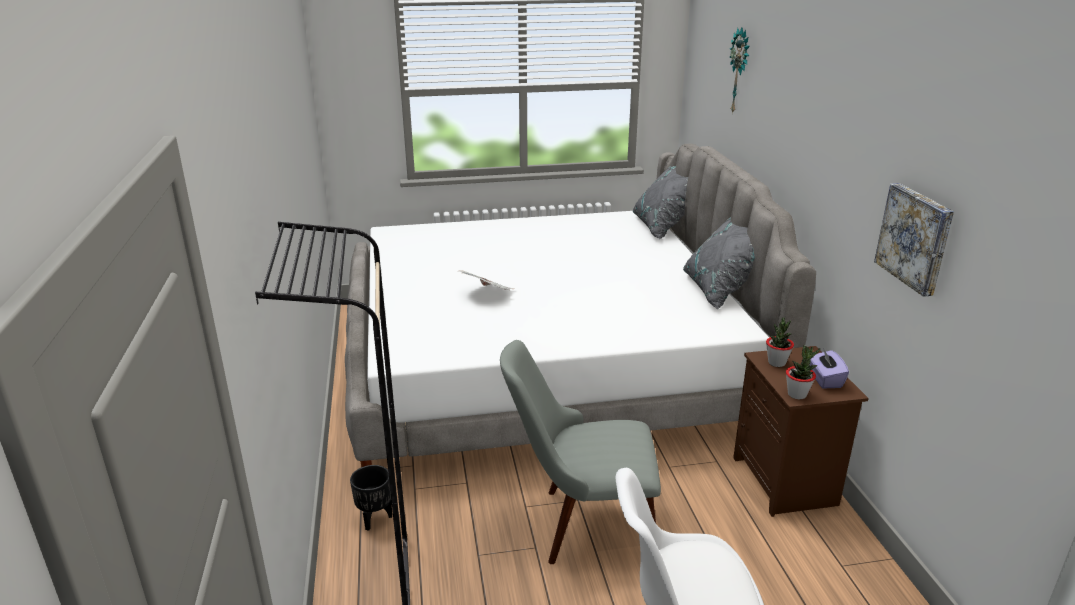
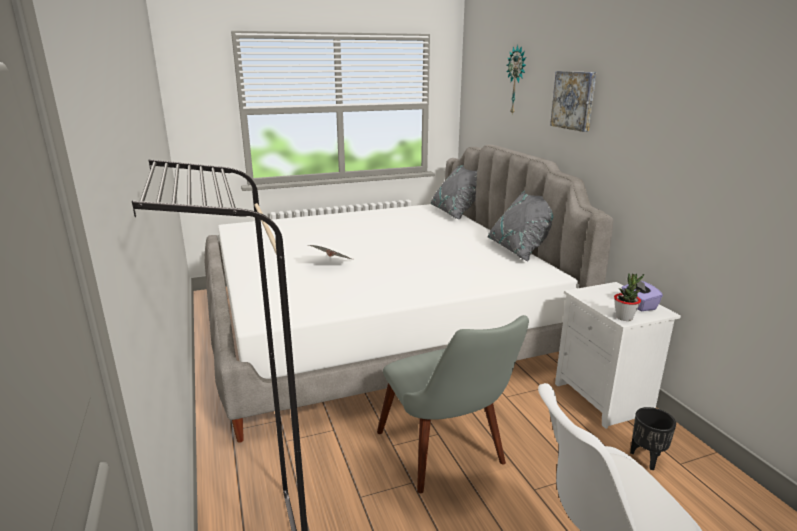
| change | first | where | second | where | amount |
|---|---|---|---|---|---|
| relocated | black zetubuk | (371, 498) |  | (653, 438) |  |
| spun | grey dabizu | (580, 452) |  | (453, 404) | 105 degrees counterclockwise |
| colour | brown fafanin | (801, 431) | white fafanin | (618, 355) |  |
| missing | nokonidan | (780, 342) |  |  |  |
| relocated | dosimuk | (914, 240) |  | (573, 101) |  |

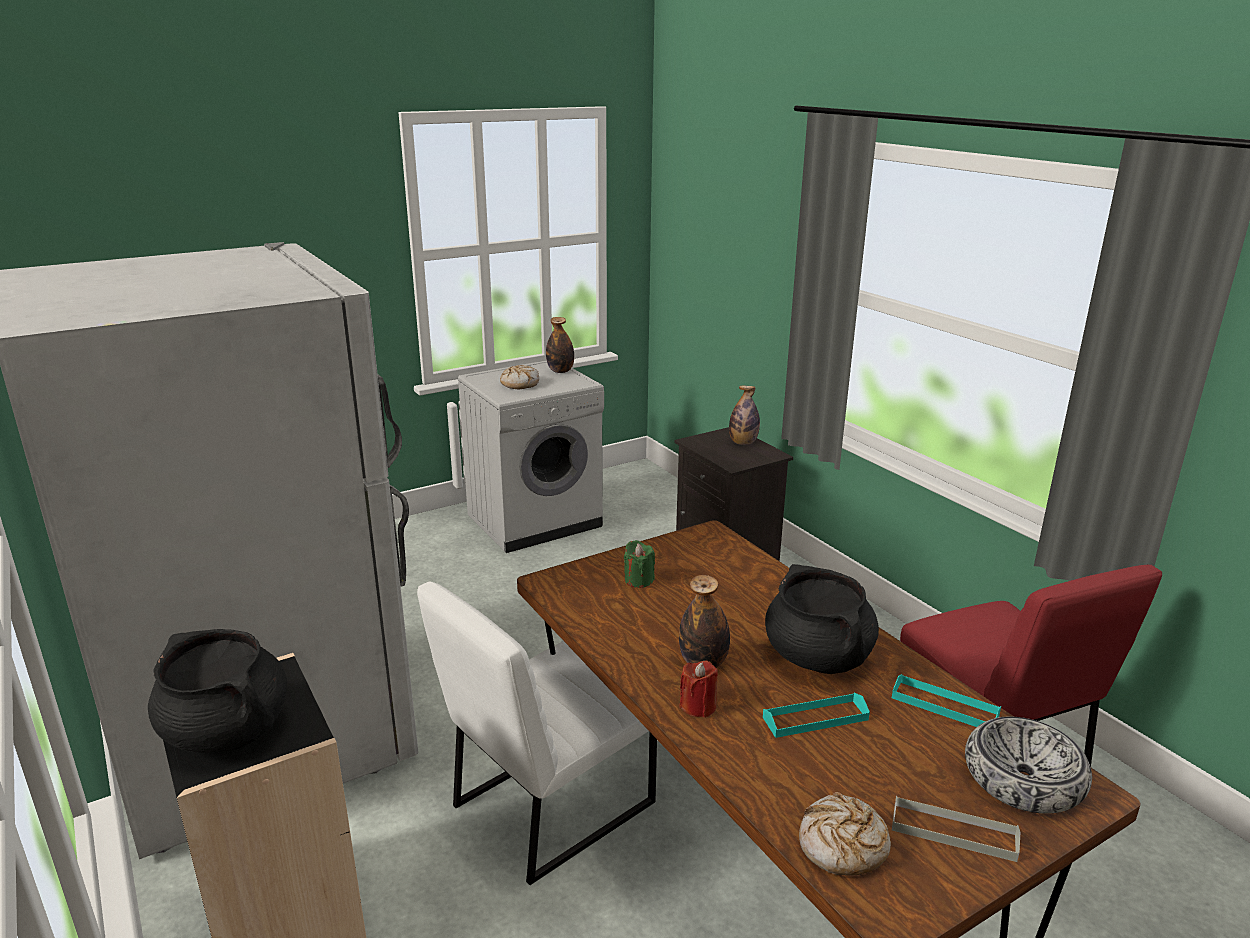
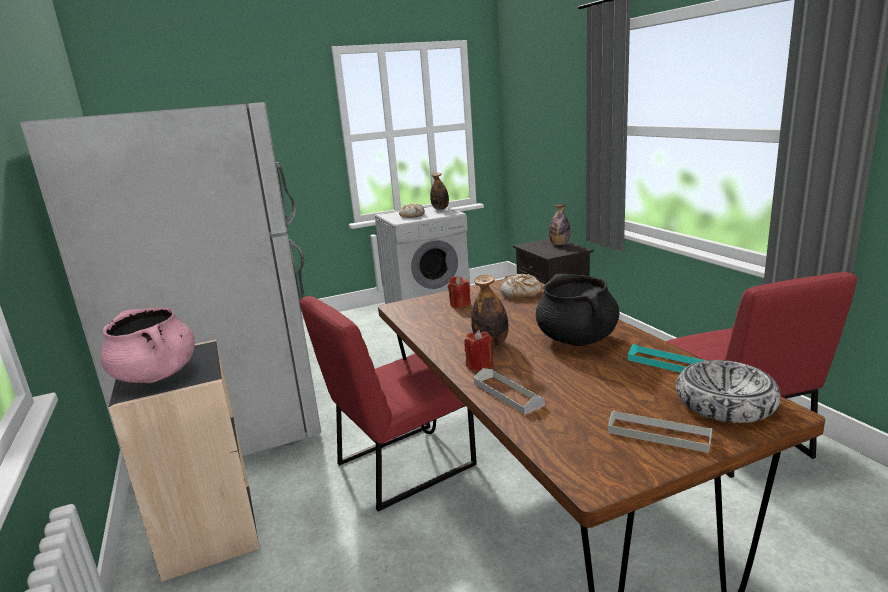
| change | first | where | second | where | amount |
|---|---|---|---|---|---|
| colour | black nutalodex | (217, 691) | pink nutalodex | (147, 345) |  |
| colour | white dabizu | (537, 733) | red dabizu | (388, 403) |  |
| colour | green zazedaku | (639, 564) | red zazedaku | (459, 292) |  |
| missing | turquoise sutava | (816, 715) |  |  |  |
| relocated | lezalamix | (845, 833) |  | (520, 286) |  |
| appeared |  |  | grey sutava | (509, 391) |  |

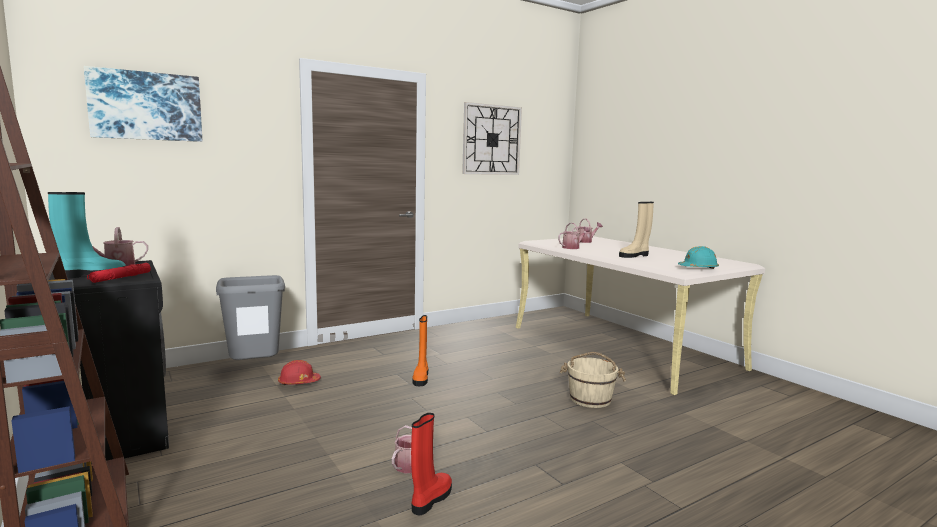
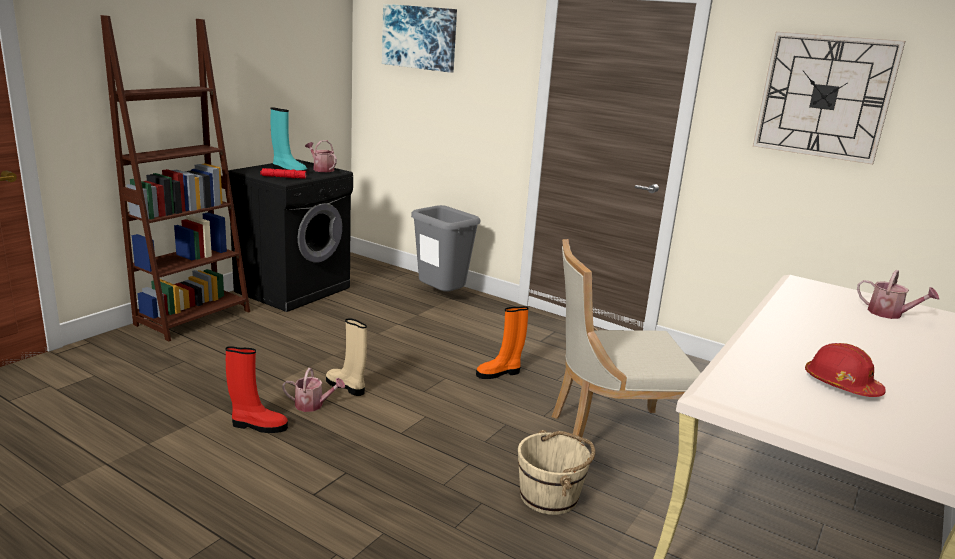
| change | first | where | second | where | amount |
|---|---|---|---|---|---|
| relocated | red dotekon | (299, 372) |  | (845, 370) |  |
| missing | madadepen | (574, 236) |  |  |  |
| relocated | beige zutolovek | (636, 230) |  | (346, 357) |  |
| missing | turquoise dotekon | (698, 257) |  |  |  |
| appeared |  |  | beige dabizu | (626, 340) |  |

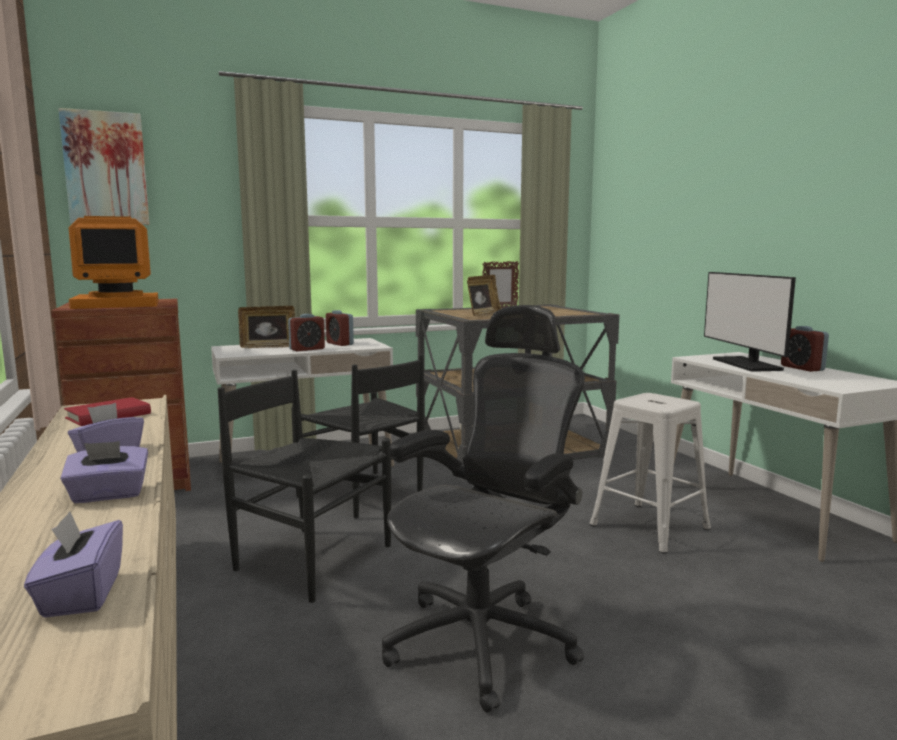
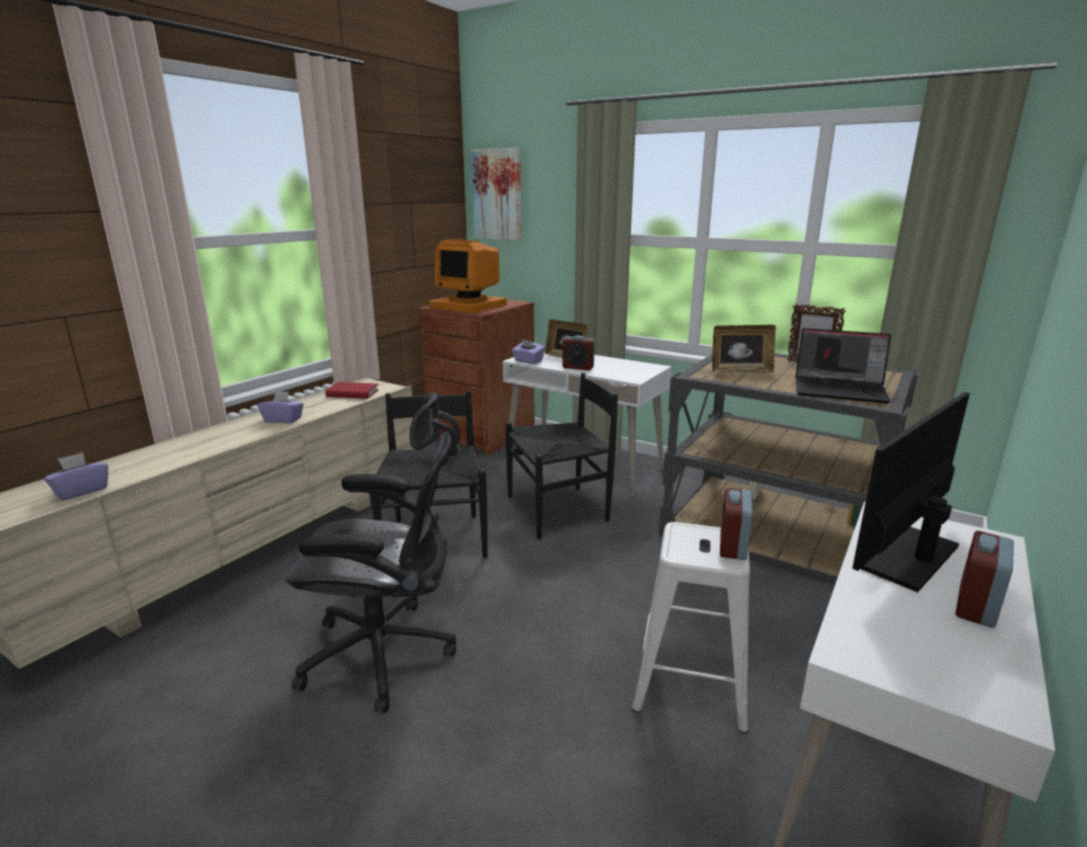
| change | first | where | second | where | amount |
|---|---|---|---|---|---|
| relocated | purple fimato | (104, 472) |  | (528, 351) |  |
| spun | black dabizu | (358, 436) |  | (562, 456) | 120 degrees counterclockwise |
| relocated | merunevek | (340, 328) |  | (736, 524) |  |
| appeared |  |  | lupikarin | (843, 365) |  |

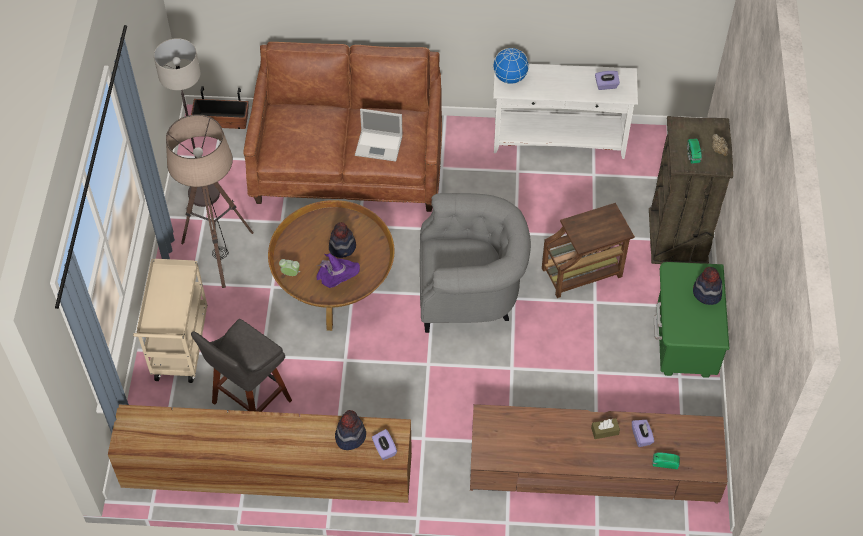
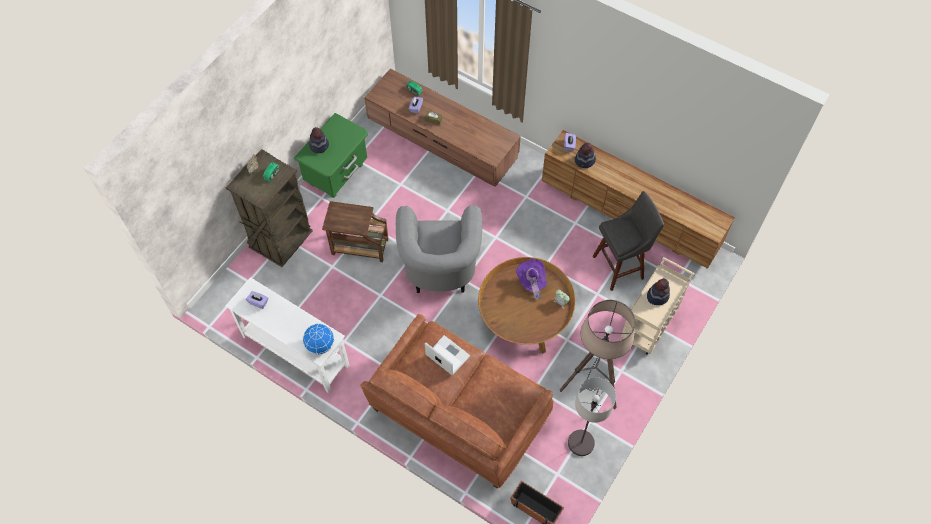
| change | first | where | second | where | amount |
|---|---|---|---|---|---|
| relocated | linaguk | (342, 240) |  | (658, 291) |  |
| spun | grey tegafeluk | (475, 263) |  | (439, 249) | 120 degrees counterclockwise |

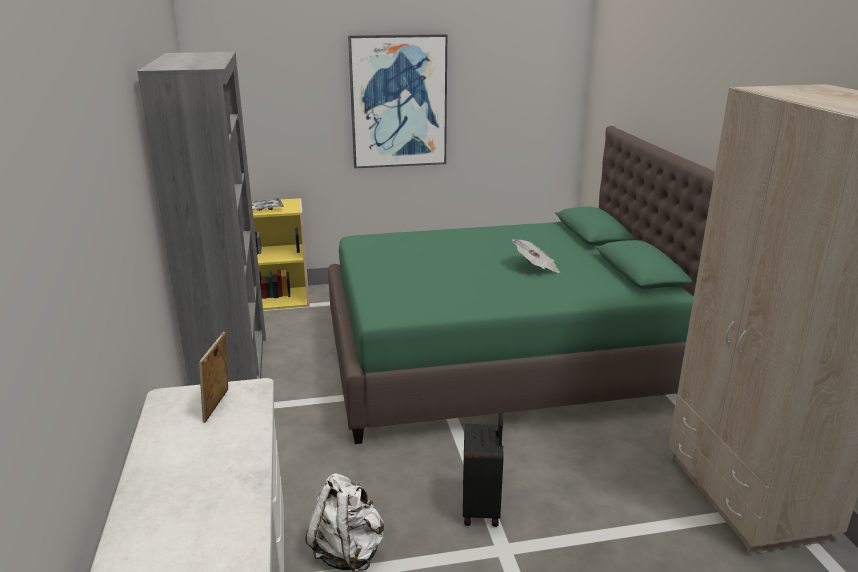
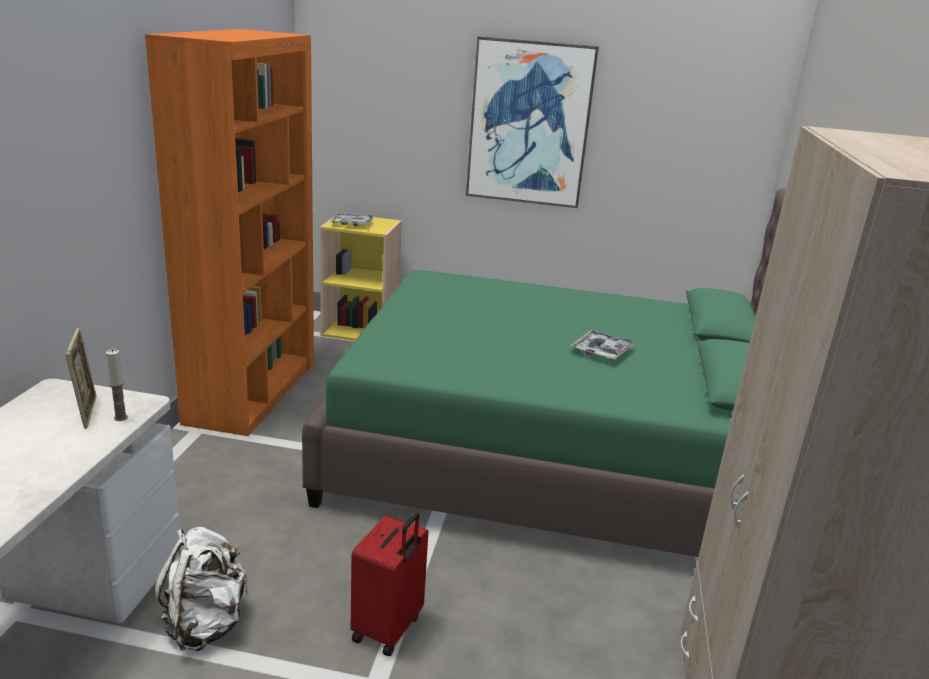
| change | first | where | second | where | amount |
|---|---|---|---|---|---|
| colour | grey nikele | (201, 219) | orange nikele | (229, 232) |  |
| spun | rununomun | (213, 377) |  | (81, 378) | 135 degrees clockwise |
| colour | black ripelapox | (483, 469) | red ripelapox | (389, 584) |  |
| exchanged | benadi | (536, 256) | sutava | (603, 345) |  |
| appeared |  |  | zazedaku | (117, 385) |  |

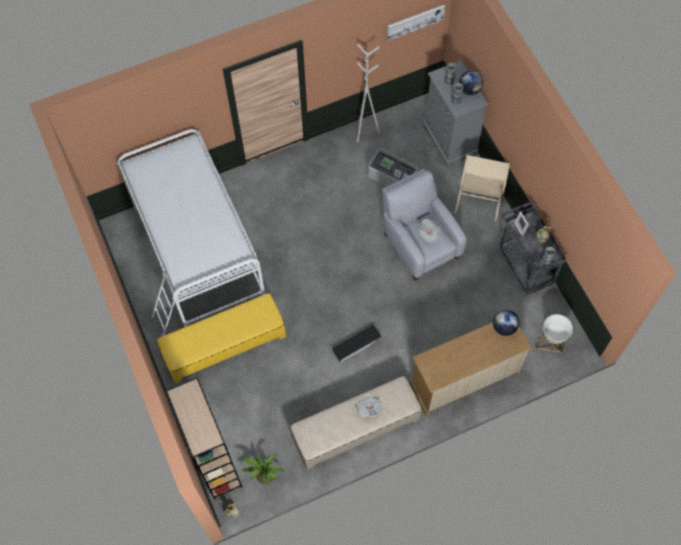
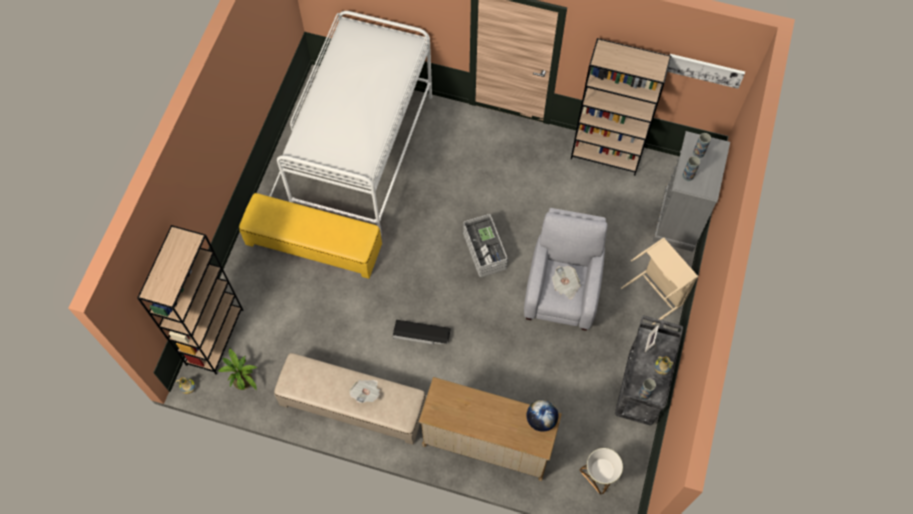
| change | first | where | second | where | amount |
|---|---|---|---|---|---|
| exchanged | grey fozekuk | (368, 93) | beige nikele | (621, 107) |  |
| relocated | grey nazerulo | (392, 167) |  | (485, 245) |  |
| missing | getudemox | (471, 83) |  |  |  |

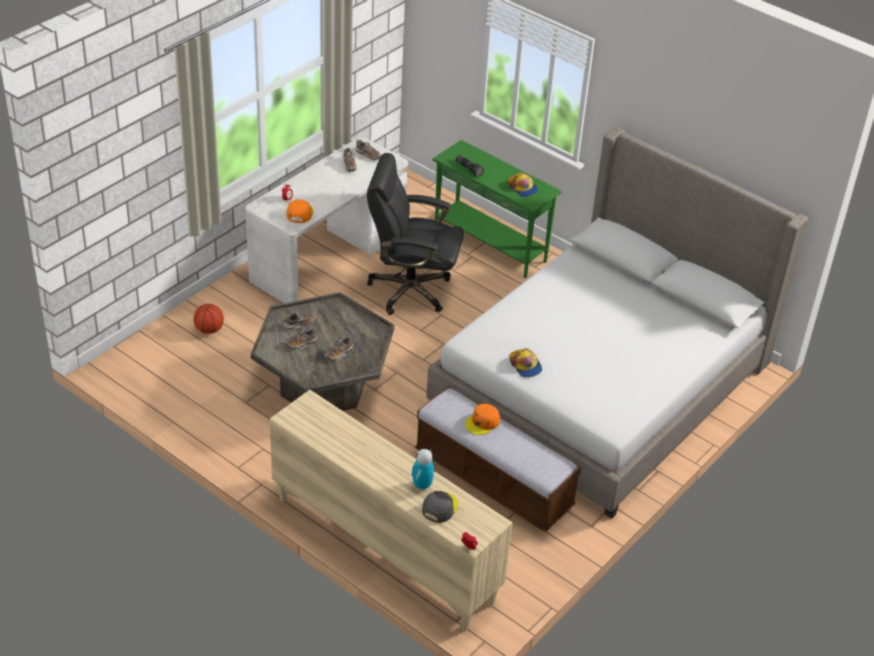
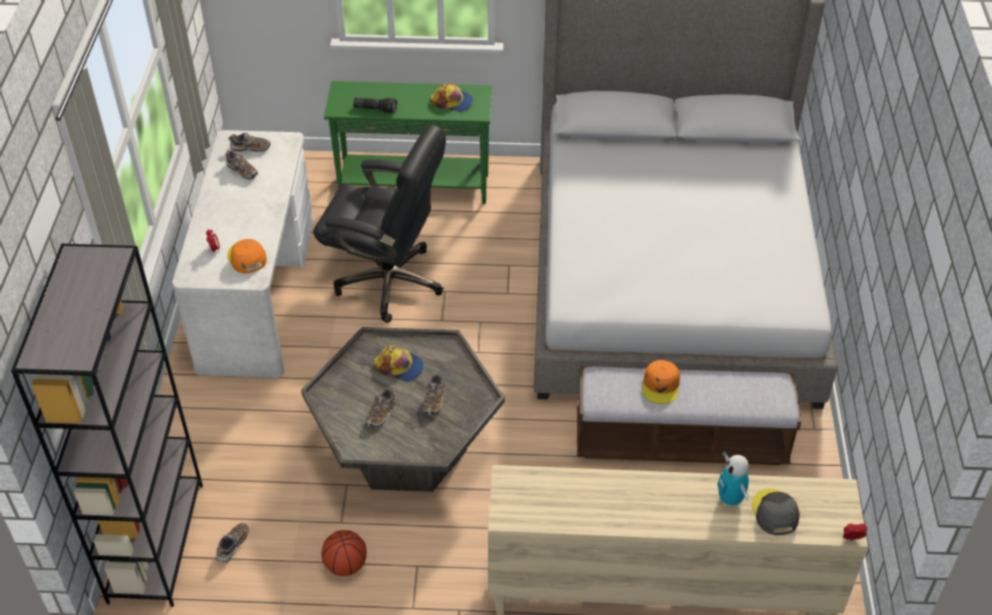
| change | first | where | second | where | amount |
|---|---|---|---|---|---|
| relocated | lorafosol | (209, 319) |  | (344, 553) |  |
| relocated | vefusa | (299, 321) |  | (232, 542) |  |
| spun | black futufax | (415, 234) |  | (379, 224) | 135 degrees counterclockwise |
| relocated | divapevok | (525, 363) |  | (399, 363) |  |
| appeared |  |  | grey nikele | (107, 425) |  |

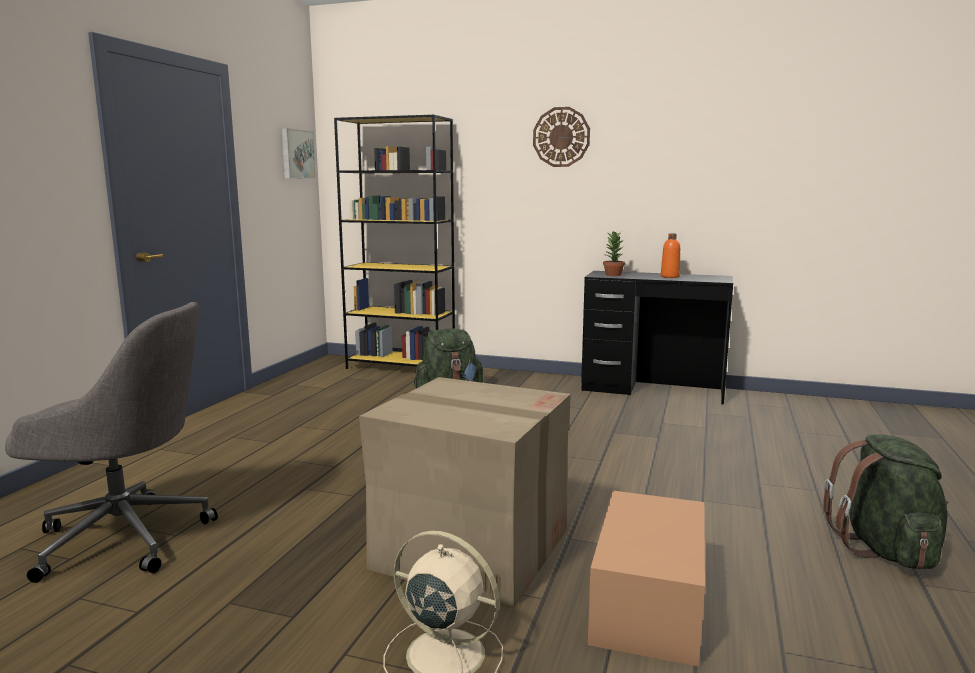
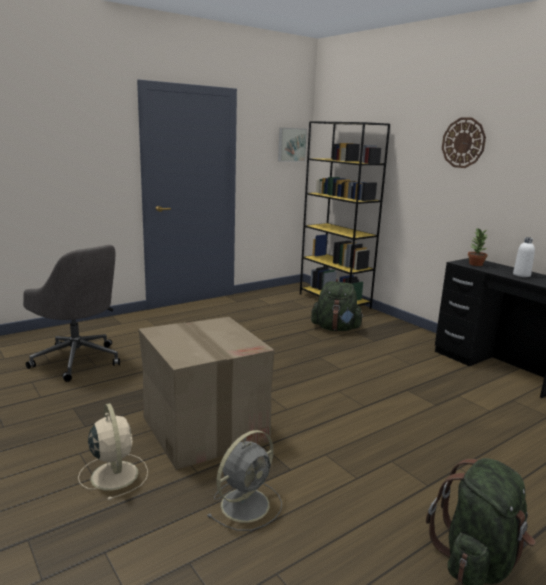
| change | first | where | second | where | amount |
|---|---|---|---|---|---|
| exchanged | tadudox | (646, 579) | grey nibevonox | (245, 480) |  |
| colour | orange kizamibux | (670, 255) | white kizamibux | (524, 257) |  |

